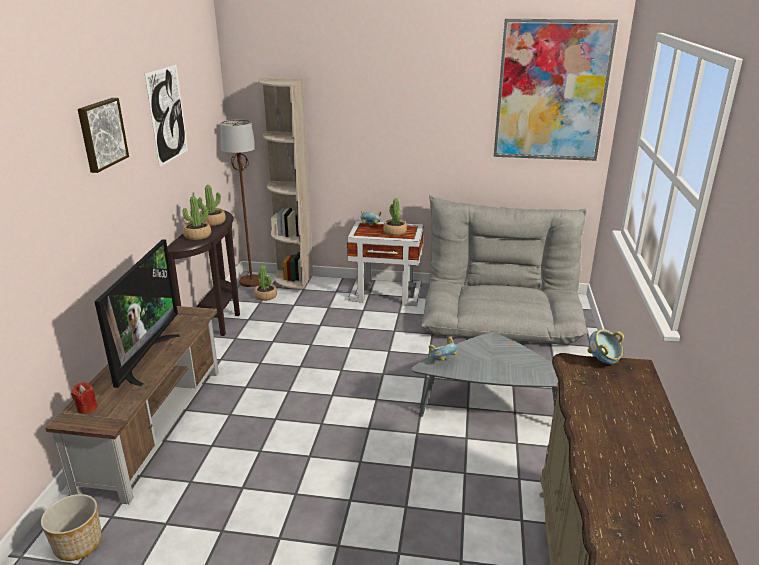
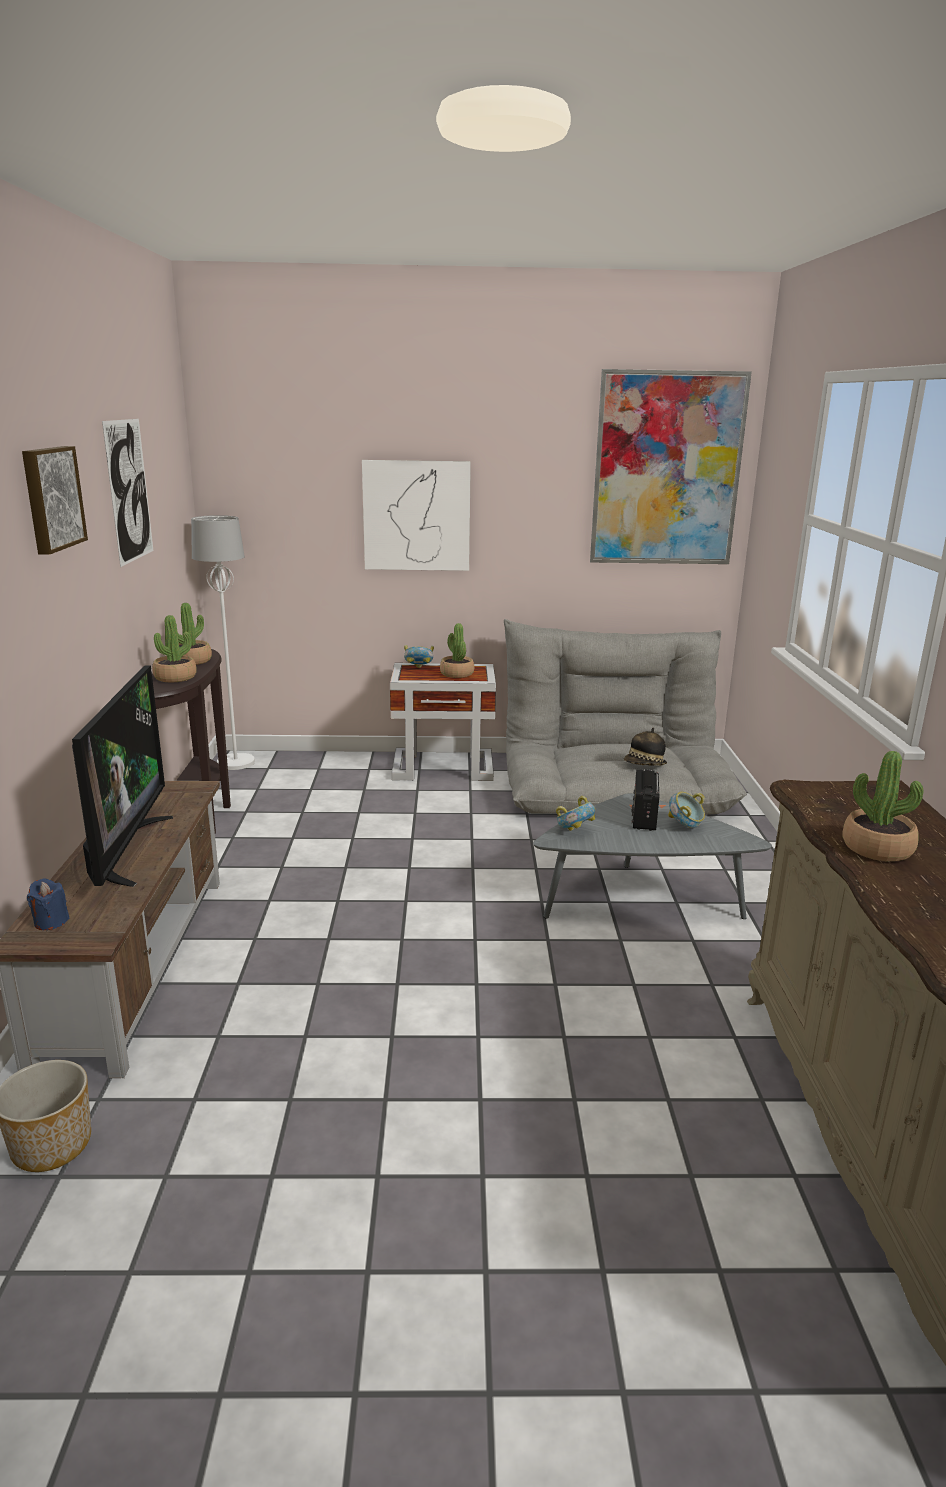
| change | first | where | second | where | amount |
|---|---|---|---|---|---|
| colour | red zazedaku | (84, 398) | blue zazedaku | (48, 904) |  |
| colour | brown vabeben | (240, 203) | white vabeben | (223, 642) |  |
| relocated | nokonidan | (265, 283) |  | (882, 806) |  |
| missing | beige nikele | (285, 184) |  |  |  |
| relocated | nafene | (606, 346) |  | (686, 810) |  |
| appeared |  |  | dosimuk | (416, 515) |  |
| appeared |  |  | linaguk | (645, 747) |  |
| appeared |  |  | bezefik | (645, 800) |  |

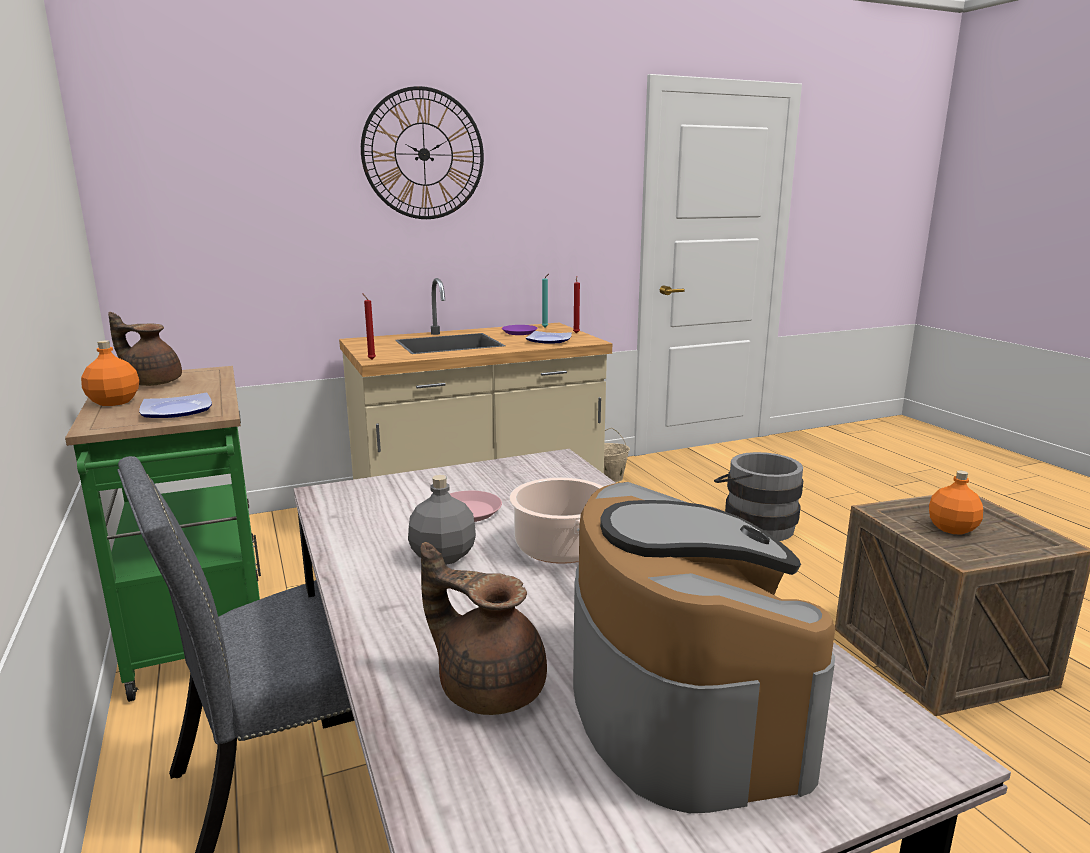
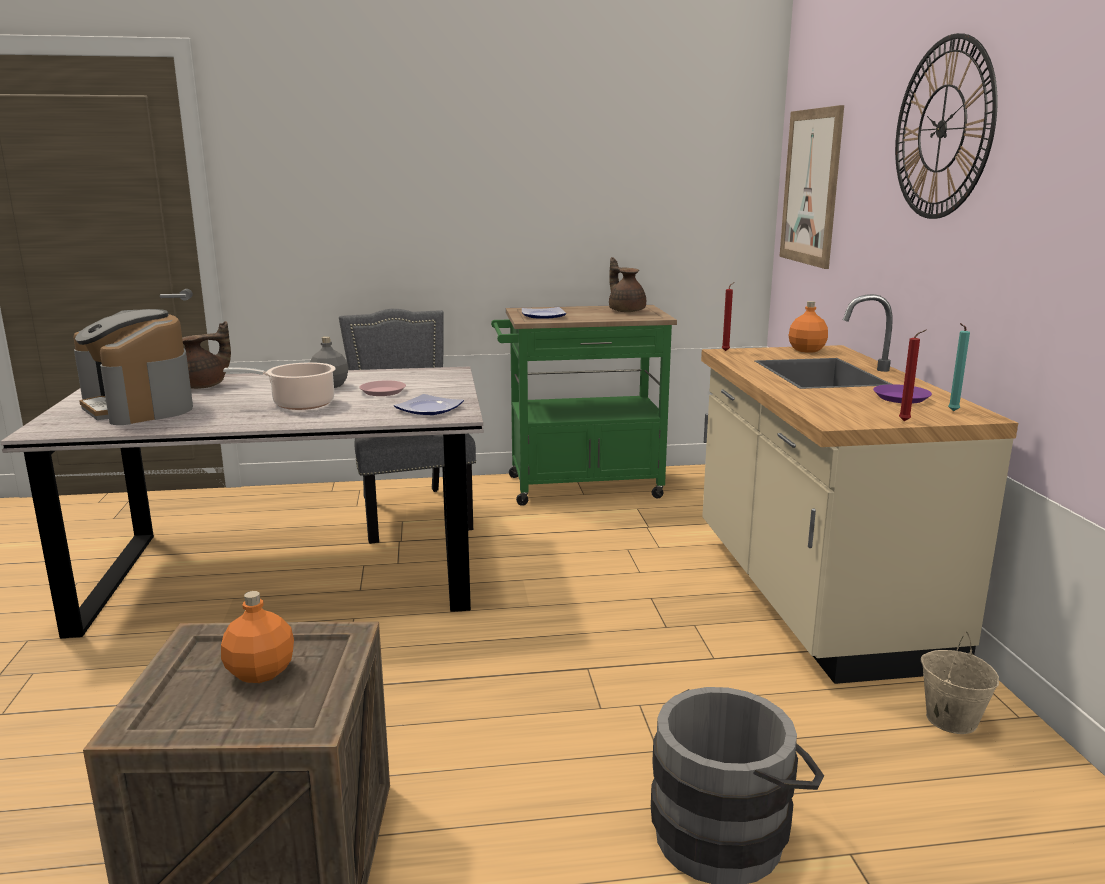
| change | first | where | second | where | amount |
|---|---|---|---|---|---|
| relocated | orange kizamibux | (110, 373) |  | (808, 326) |  |
| spun | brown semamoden | (145, 349) |  | (627, 284) | 60 degrees counterclockwise |
| relocated | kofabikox | (549, 337) |  | (429, 404) |  |
| spun | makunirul | (704, 647) |  | (133, 367) | 45 degrees clockwise |
| appeared |  |  | dosimuk | (811, 187) |  |

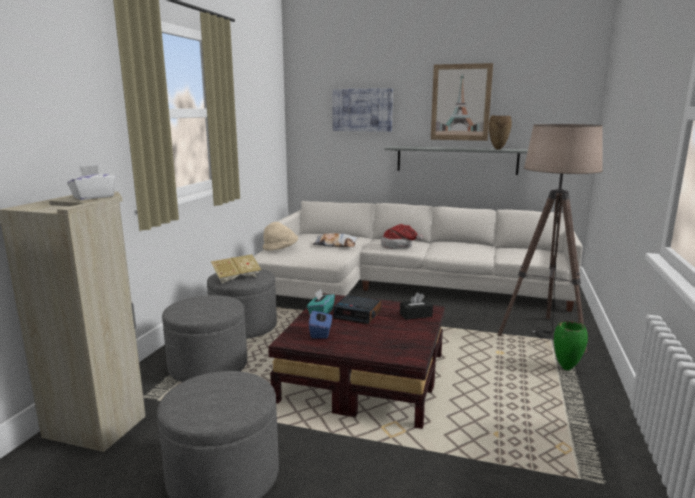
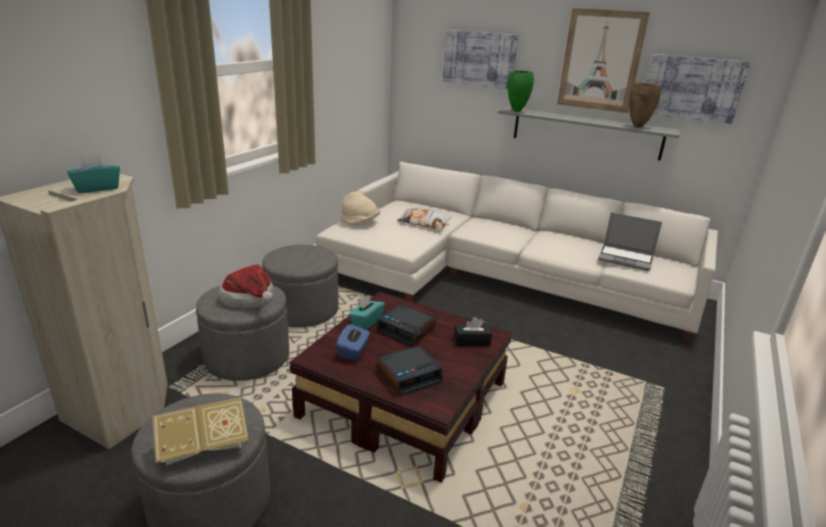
| change | first | where | second | where | amount |
|---|---|---|---|---|---|
| colour | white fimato | (91, 182) | turquoise fimato | (93, 172) |  |
| relocated | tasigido | (236, 269) |  | (200, 431) |  |
| relocated | linaguk | (402, 236) |  | (246, 286) |  |
| missing | vabeben | (550, 238) |  |  |  |
| relocated | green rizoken | (571, 345) |  | (521, 91) |  |
| appeared |  |  | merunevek | (410, 370) |  |
| appeared |  |  | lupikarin | (630, 241) |  |
| appeared |  |  | dosimuk | (698, 89) |  |

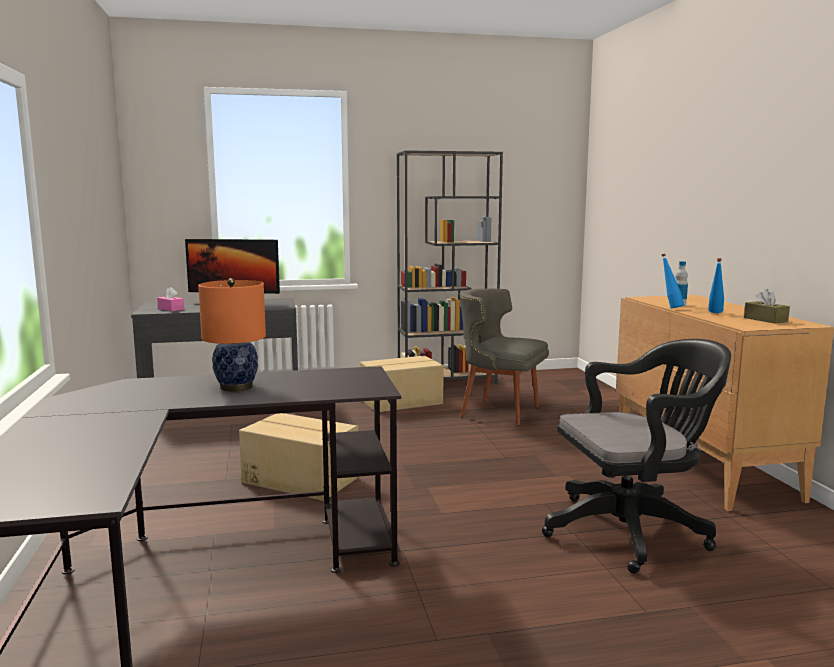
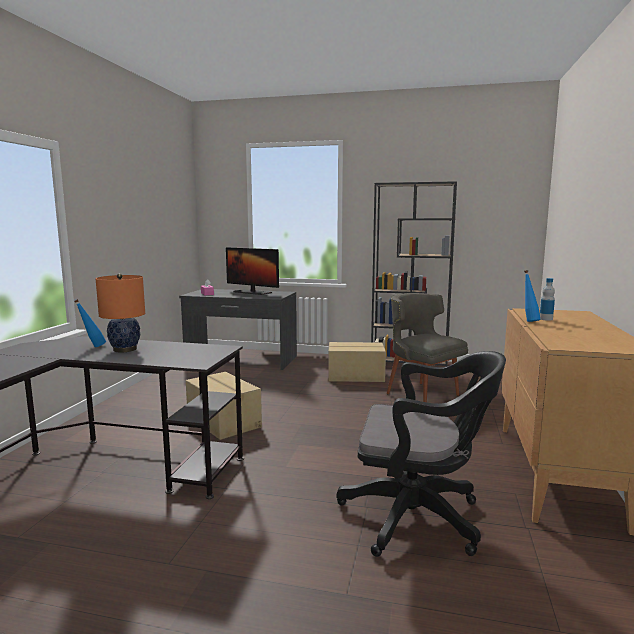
| change | first | where | second | where | amount |
|---|---|---|---|---|---|
| relocated | blue kizamibux | (716, 285) |  | (90, 323) |  |
| missing | brown fimato | (767, 306) |  |  |  |

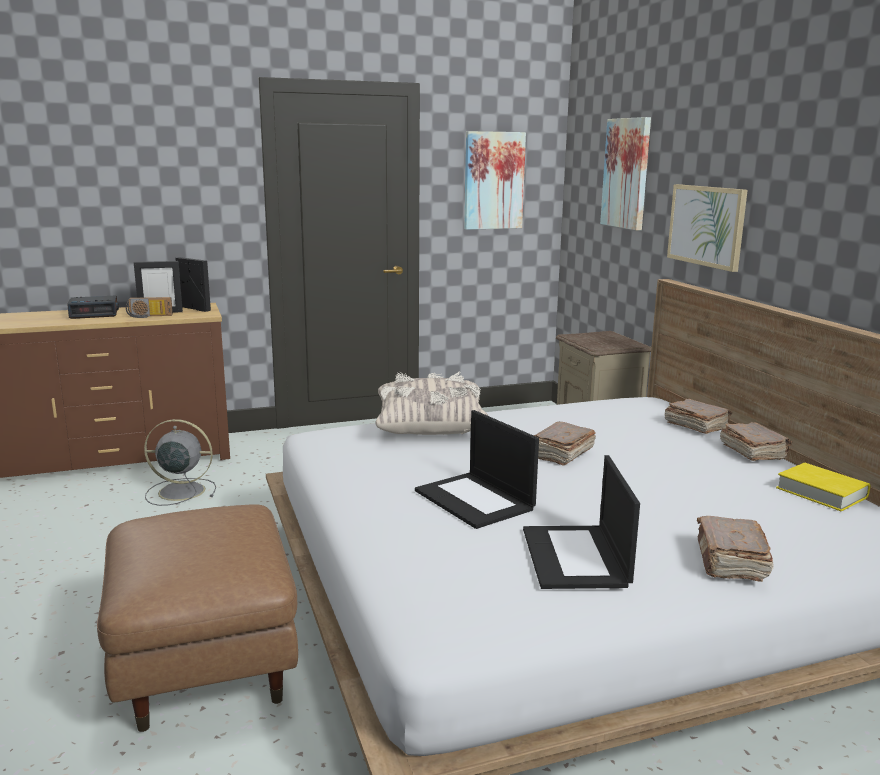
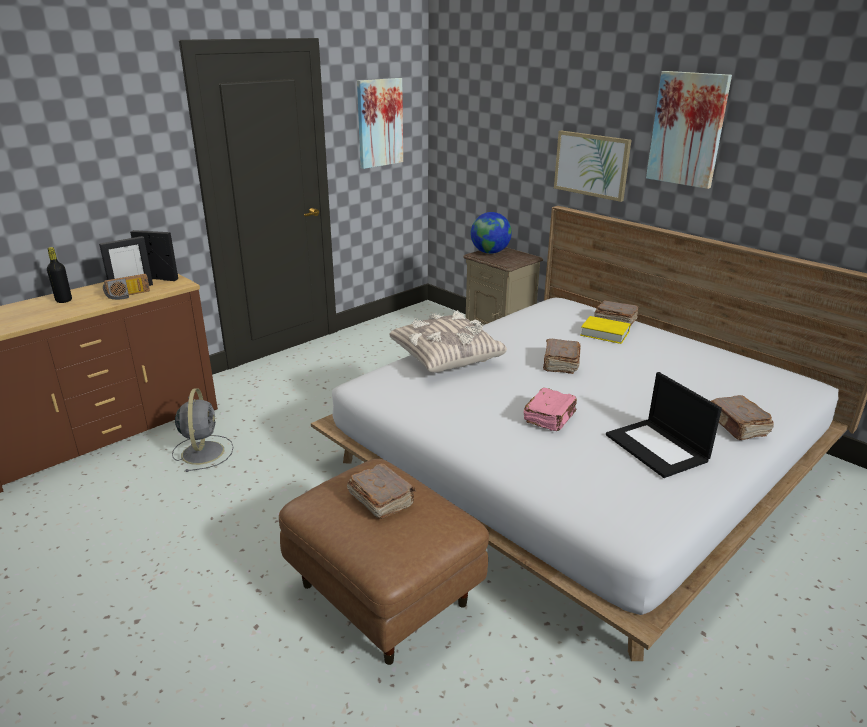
| change | first | where | second | where | amount |
|---|---|---|---|---|---|
| exchanged | merunevek | (93, 307) | black kizamibux | (59, 275) |  |
| spun | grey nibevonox | (180, 462) |  | (202, 430) | 105 degrees clockwise |
| exchanged | lupikarin | (477, 469) | pink tasigido | (550, 409) |  |
| relocated | dosimuk | (625, 174) |  | (689, 130) |  |
| relocated | brown tasigido | (756, 441) |  | (381, 491) |  |
| relocated | yellow tasigido | (823, 487) |  | (605, 330) |  |
| appeared |  |  | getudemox | (491, 233) |  |

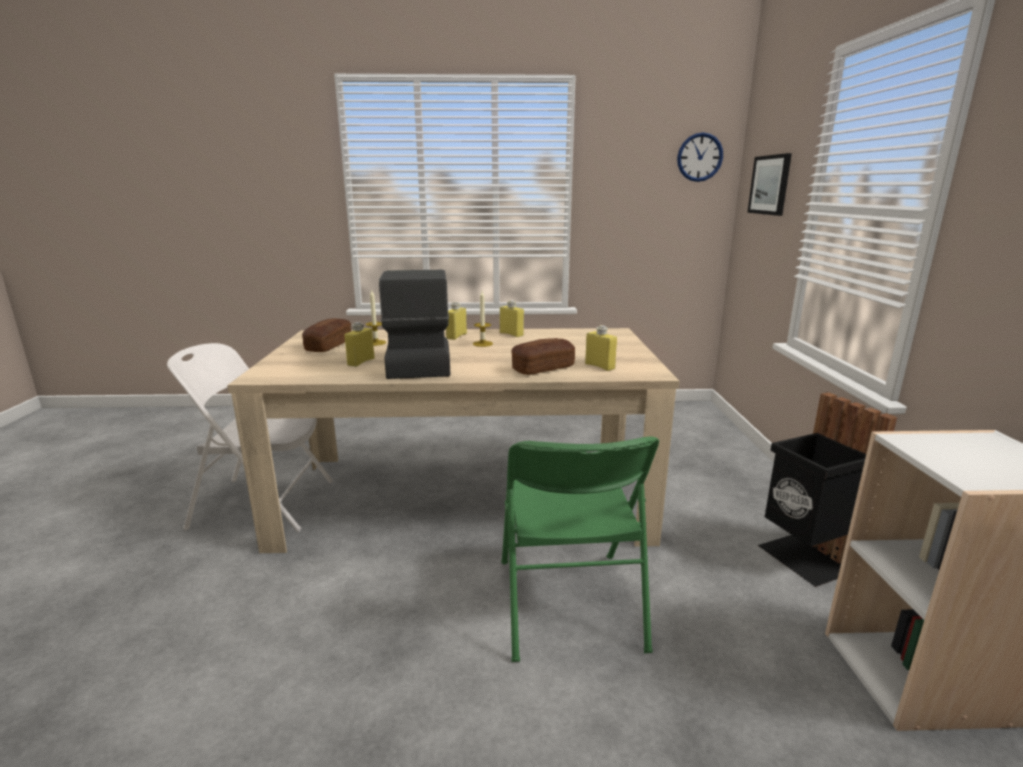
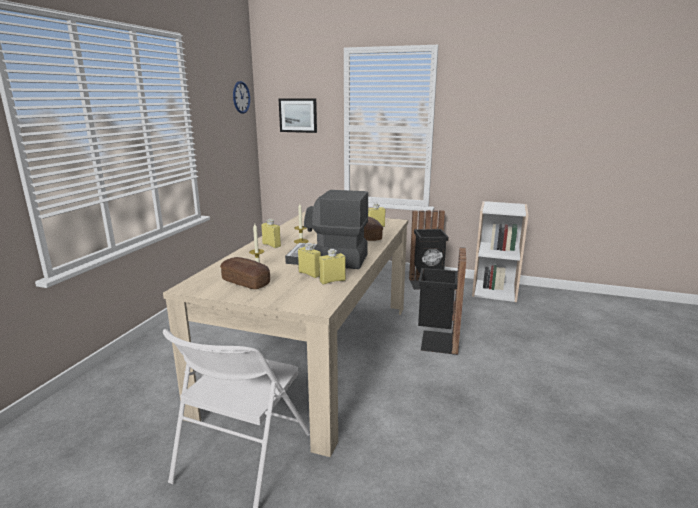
| change | first | where | second | where | amount |
|---|---|---|---|---|---|
| relocated | yellow kizamibux | (512, 318) |  | (332, 266) |  |
| exchanged | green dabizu | (580, 549) | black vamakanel | (442, 301) |  |

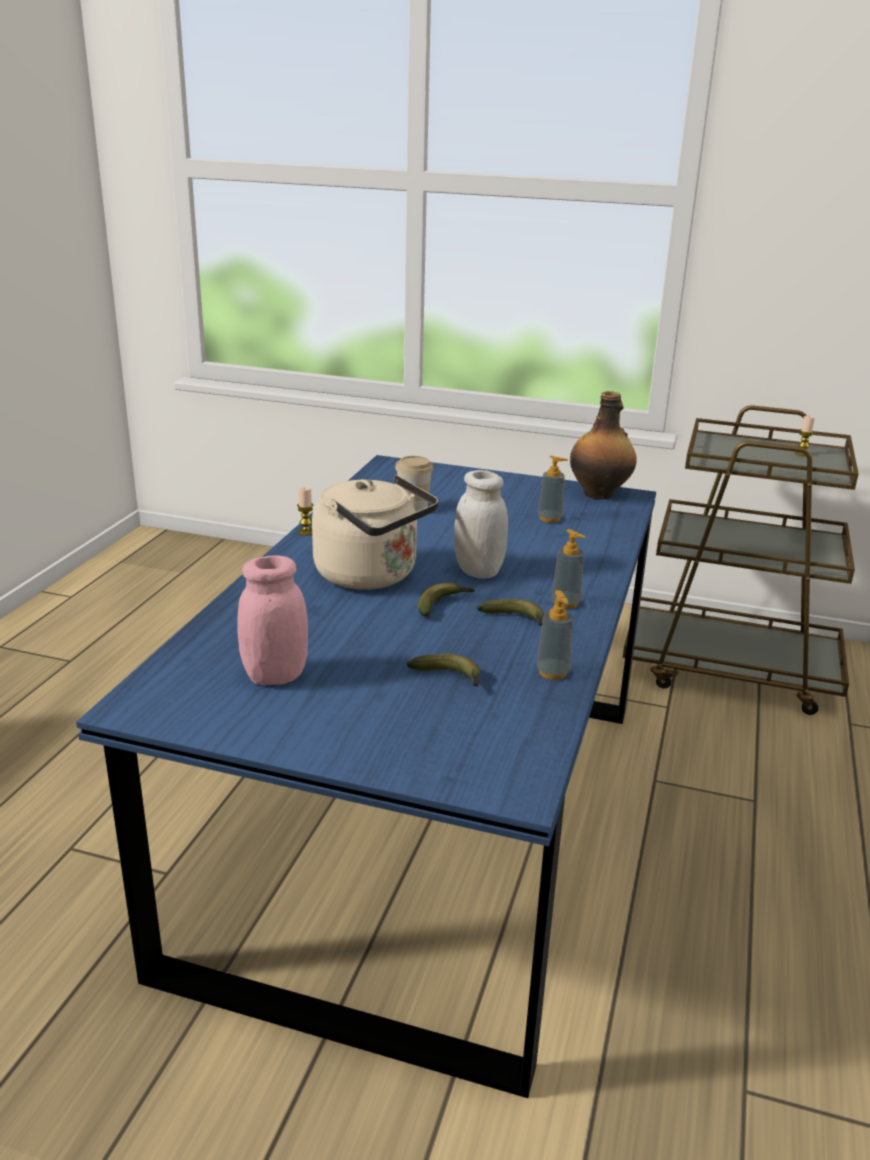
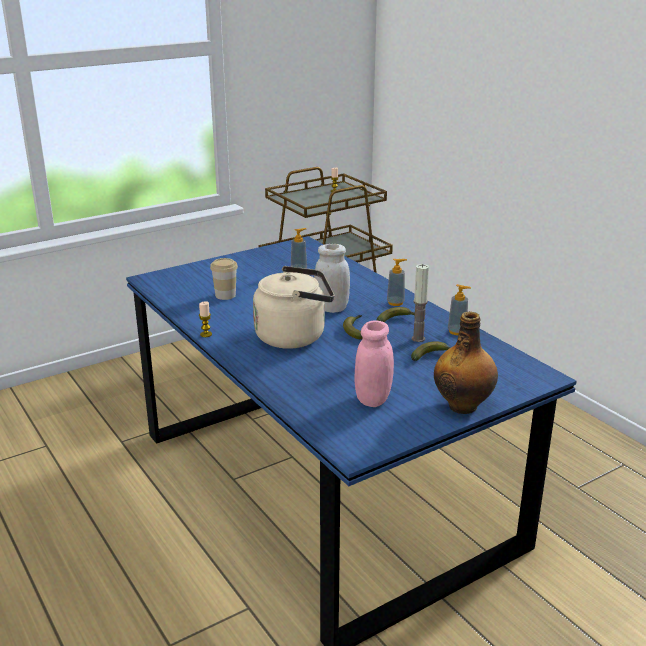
| change | first | where | second | where | amount |
|---|---|---|---|---|---|
| relocated | kizamibux | (603, 445) |  | (466, 362) |  |
| appeared |  |  | zazedaku | (420, 303) |  |

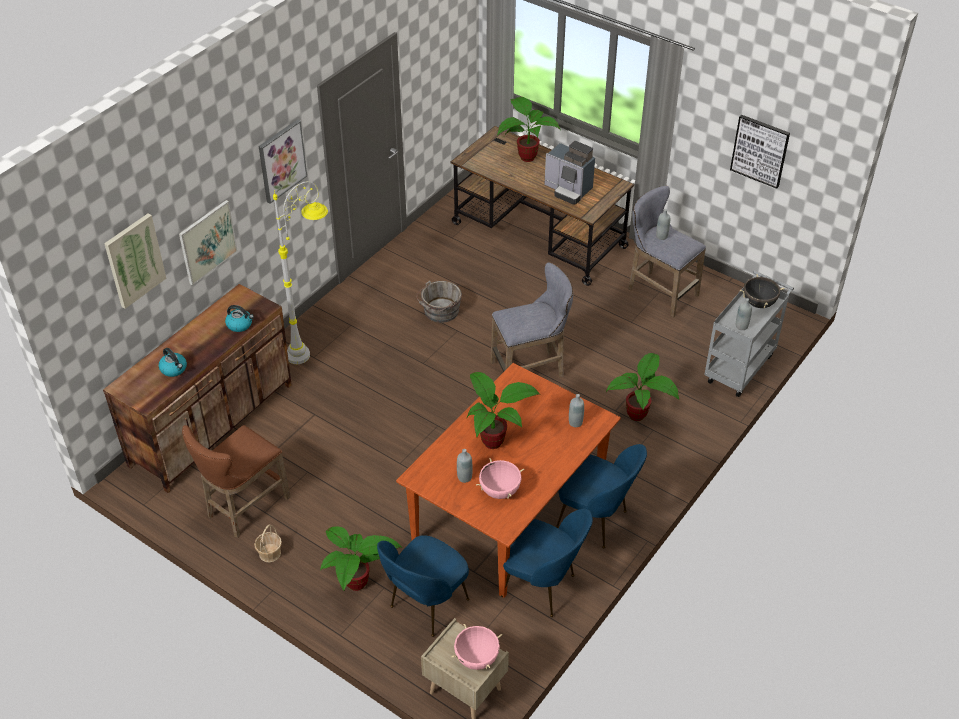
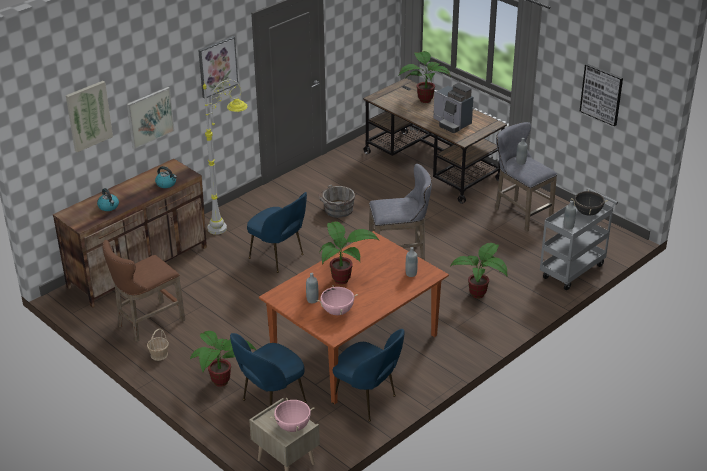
| change | first | where | second | where | amount |
|---|---|---|---|---|---|
| relocated | blue dabizu | (601, 496) |  | (277, 232) |  |

